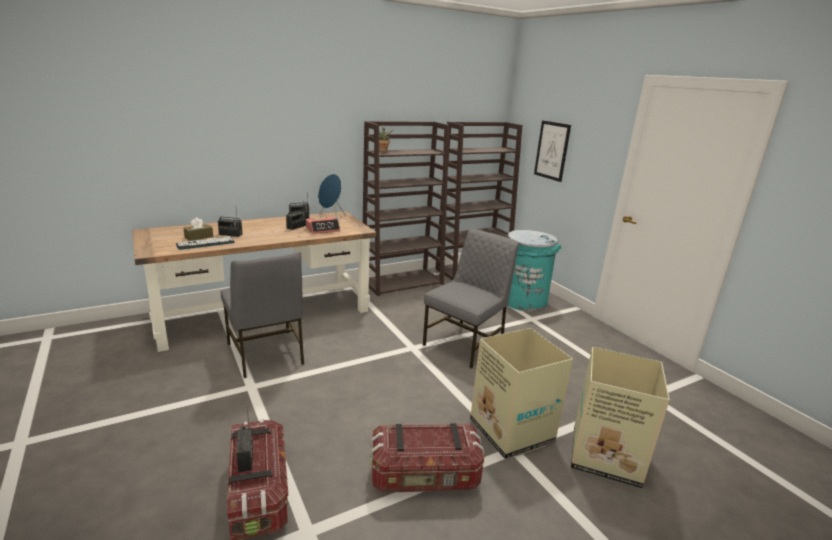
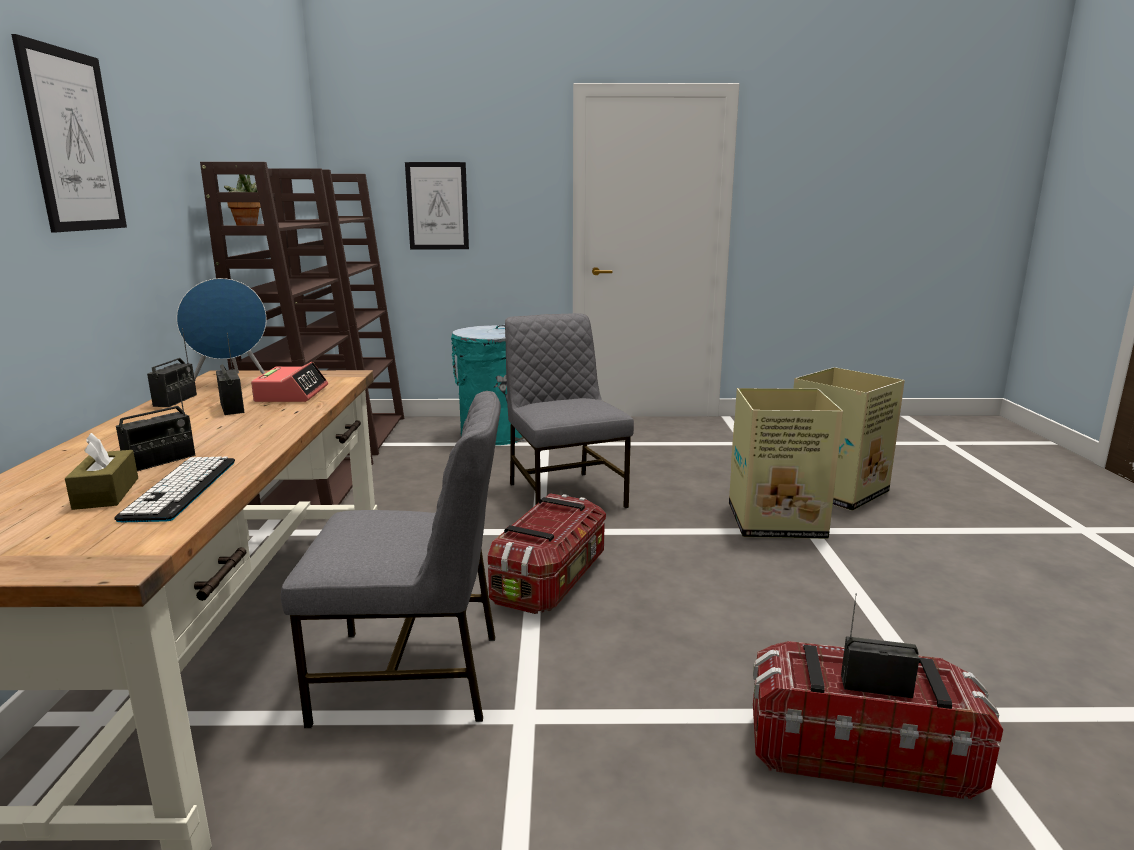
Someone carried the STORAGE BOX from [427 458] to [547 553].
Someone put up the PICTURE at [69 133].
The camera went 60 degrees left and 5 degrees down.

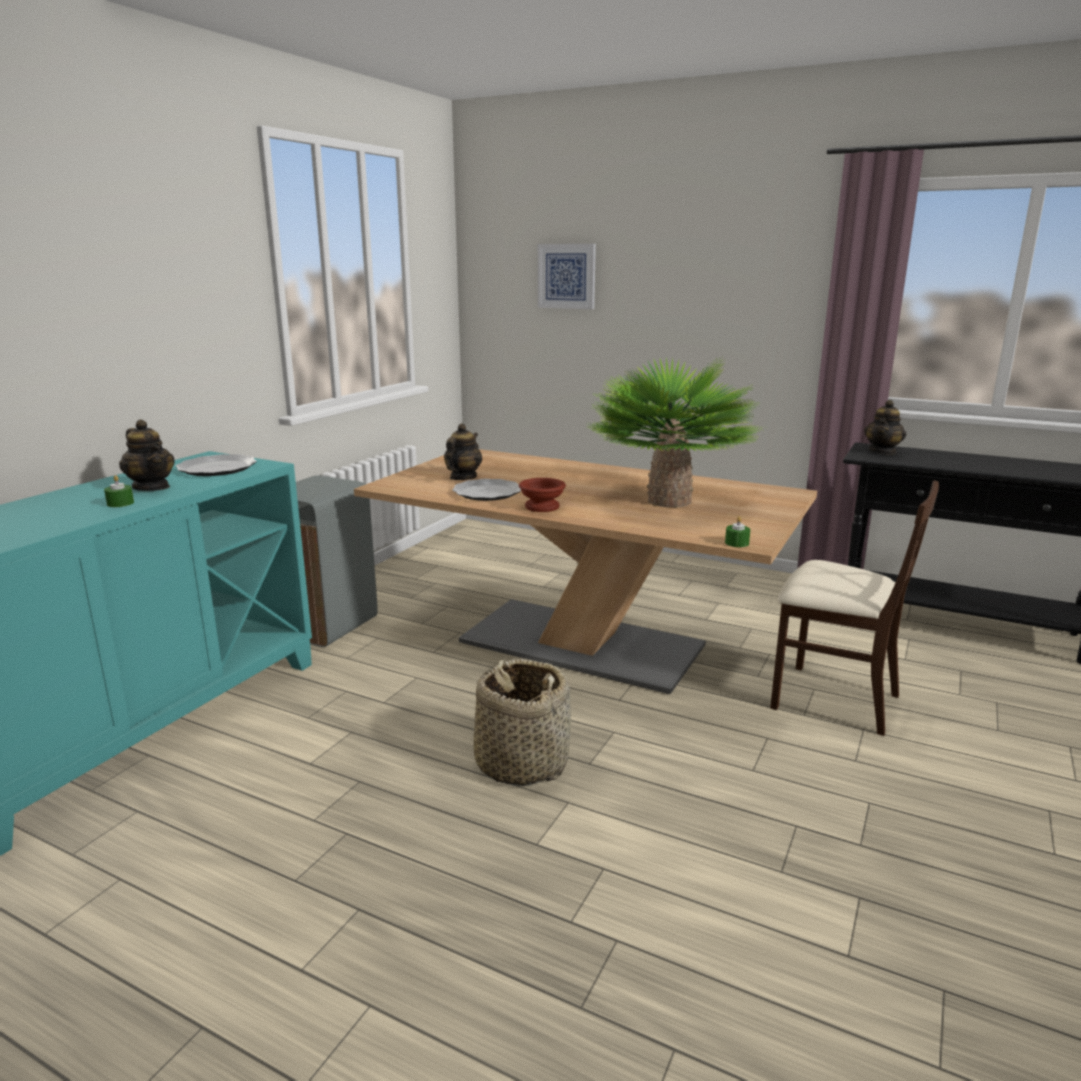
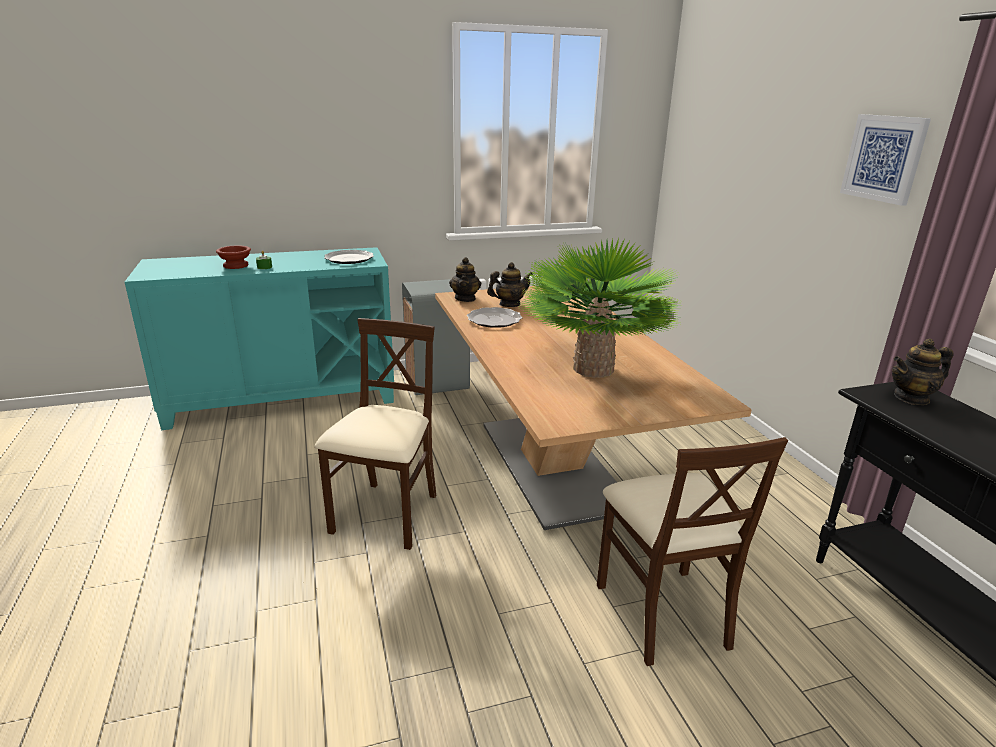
Someone carried the PICTURE from [567 276] to [885 160].
Someone carried the TEAPOT from [147 455] to [465 279].
Someone carried the BROWN BOWL from [542 495] to [233 257].
Someone took away the GREEN CANDLE at [737 531].
Someone swapped the BASKET at [522 722] for the BEIGE CHAIR at [375 434].
The camera went 45 degrees right and 5 degrees up.

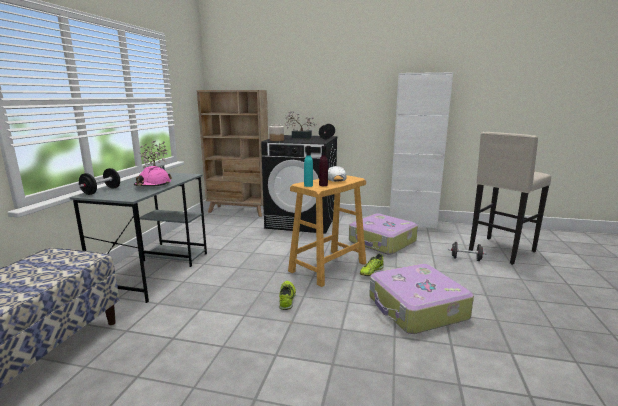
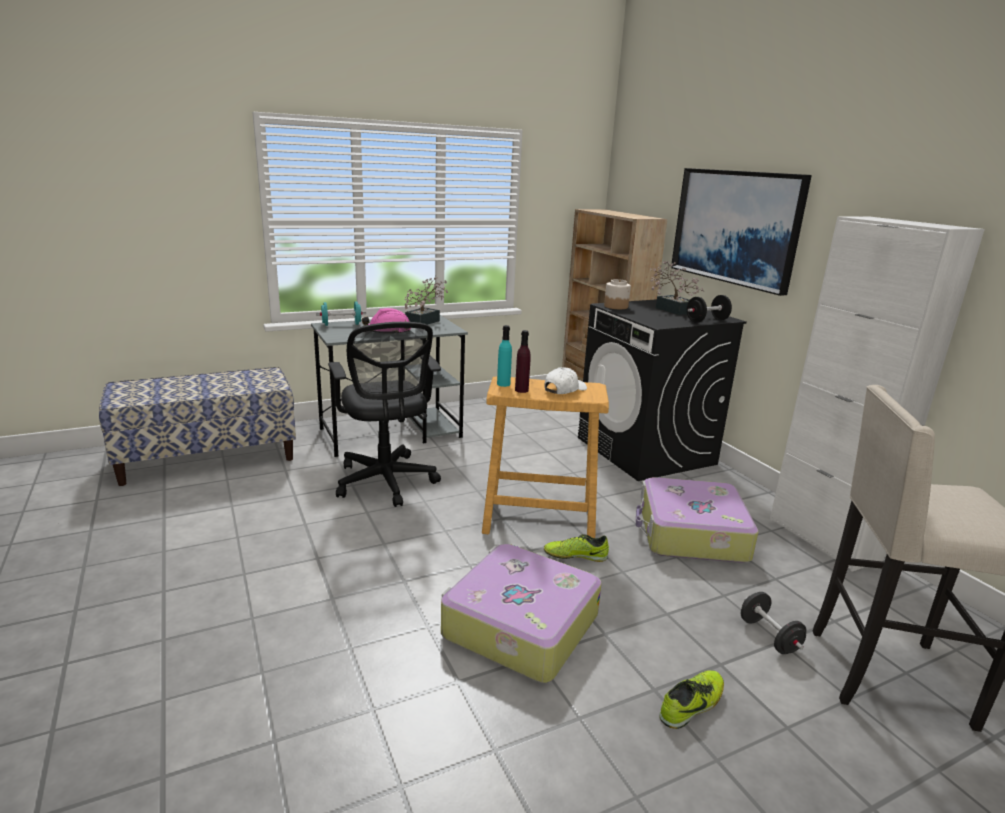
Someone repainted the BLACK DUMBBELL at [99 181], which became the TURQUOISE DUMBBELL at [341 313].
Someone carried the SHOE from [287 295] to [691 699].
Someone put up the PICTURE at [741 232].
Someone put down the BLACK OFFICE CHAIR at [384 414].
The camera went 50 degrees right and 5 degrees up.

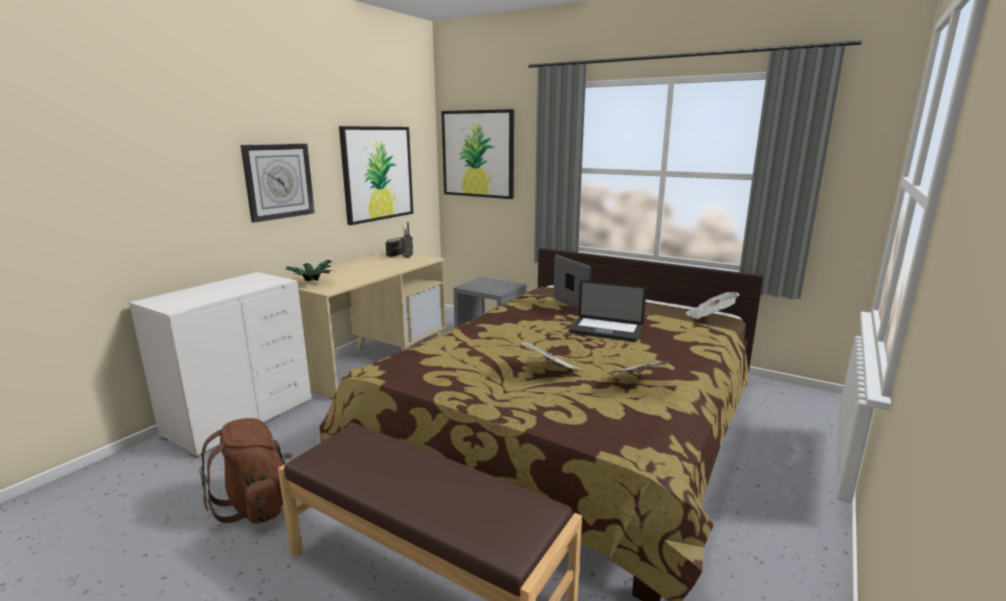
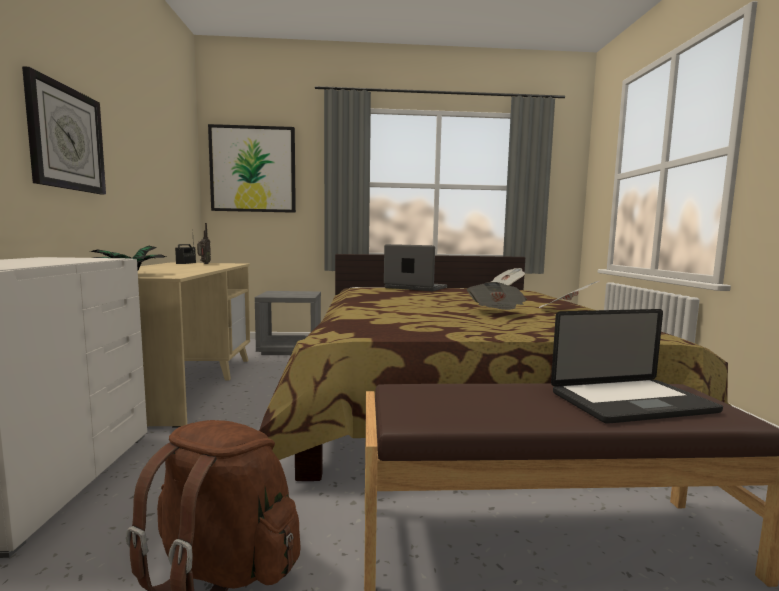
Someone took away the PICTURE at [376 175].
Someone carried the LAPTOP from [607 311] to [637 366].
The camera went 35 degrees left and 10 degrees down.

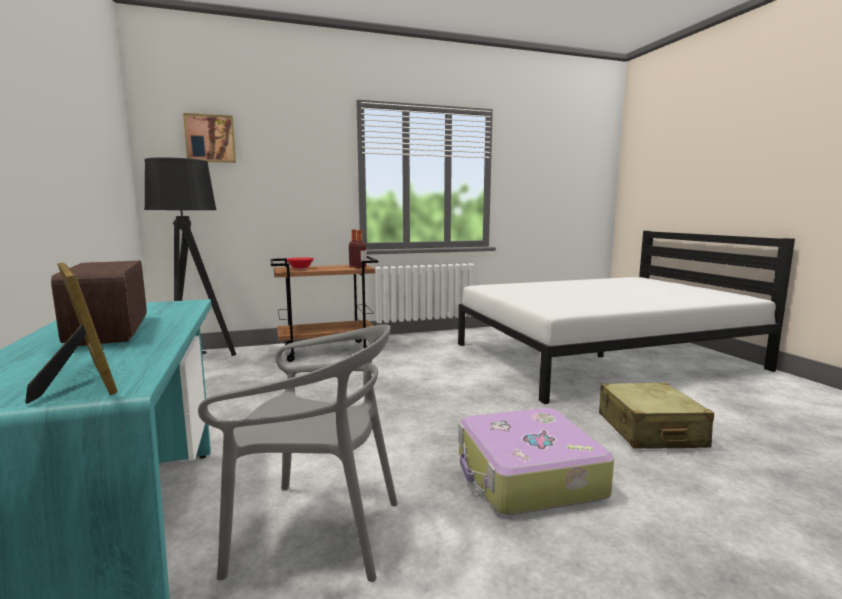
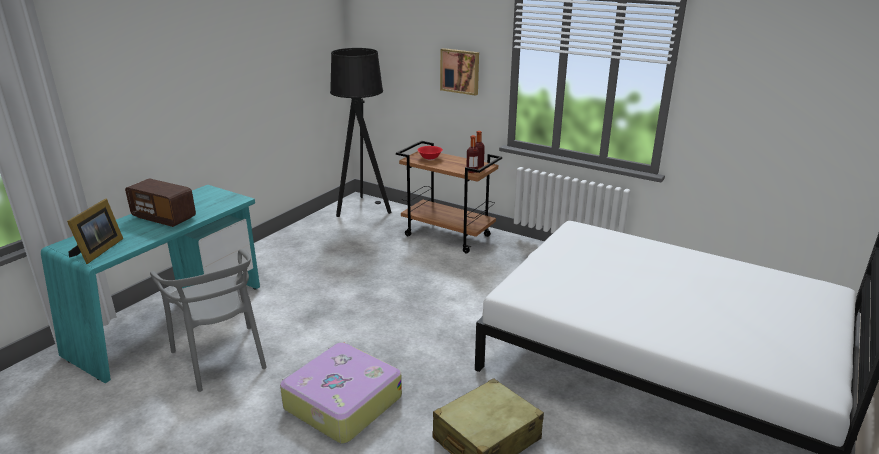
Someone carried the PICTURE from [209 138] to [459 72].
Someone rotated the RADIO at [99 303] by 90 degrees counterclockwise.
The camera went 50 degrees right and 15 degrees up.

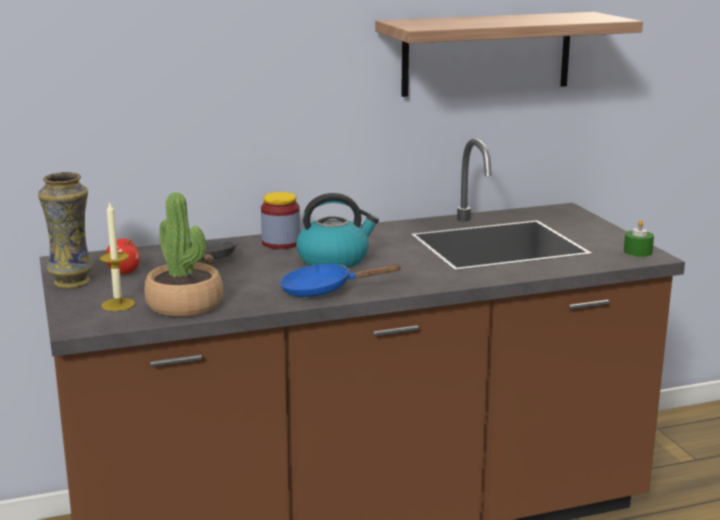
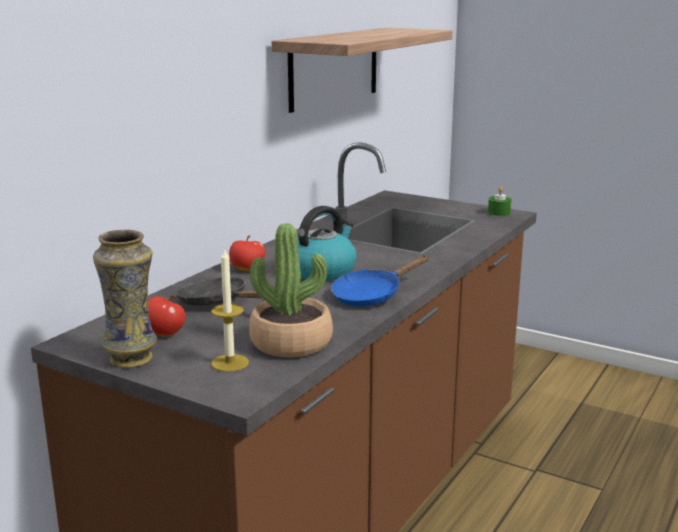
Someone swapped the JAR at [280 220] for the APPLE at [247 253].
The camera went 40 degrees left and 0 degrees up.

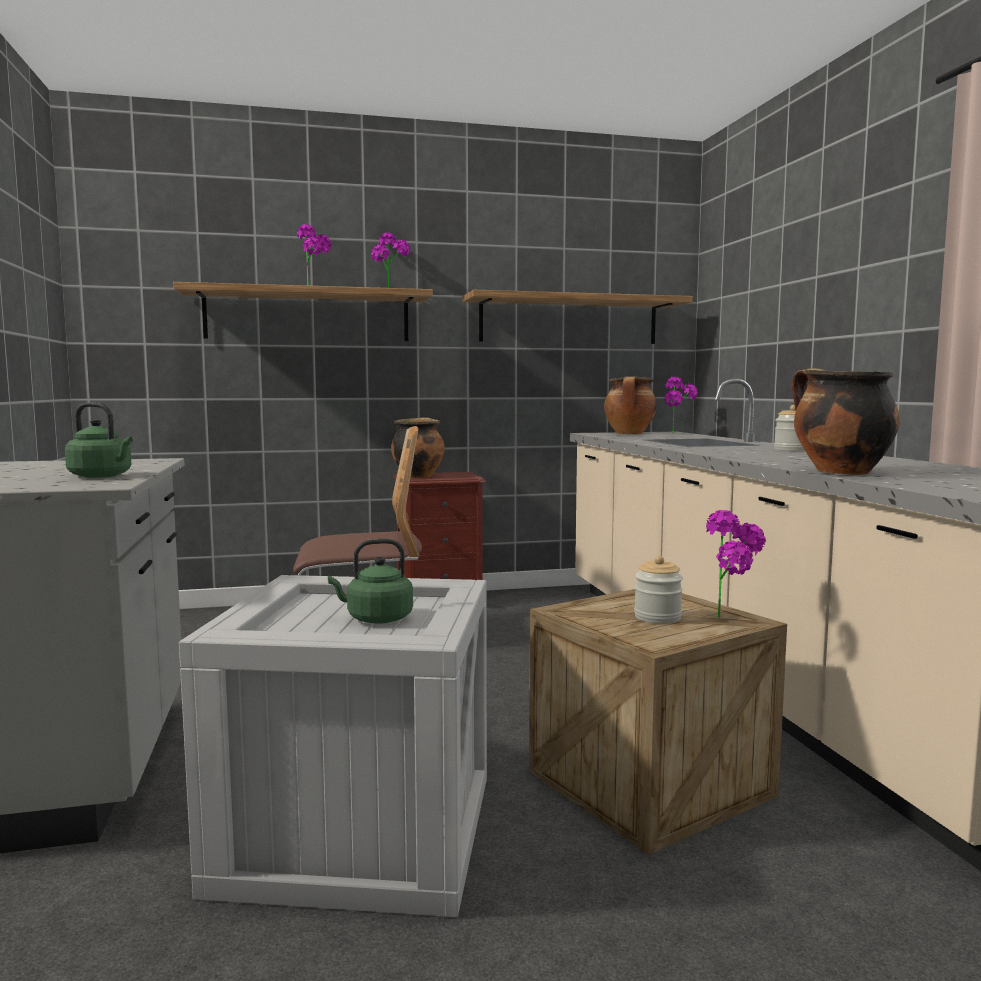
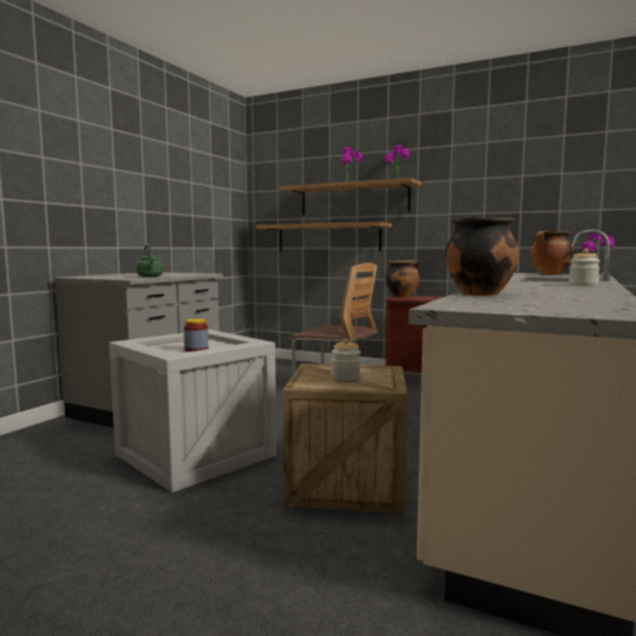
Someone carried the SHELF from [578 317] to [324 237].
Someone took away the POTTED PLANT at [736 564].
Someone swapped the GREEN KETTLE at [370 581] for the JAR at [196 335].
The camera went 40 degrees right and 0 degrees up.

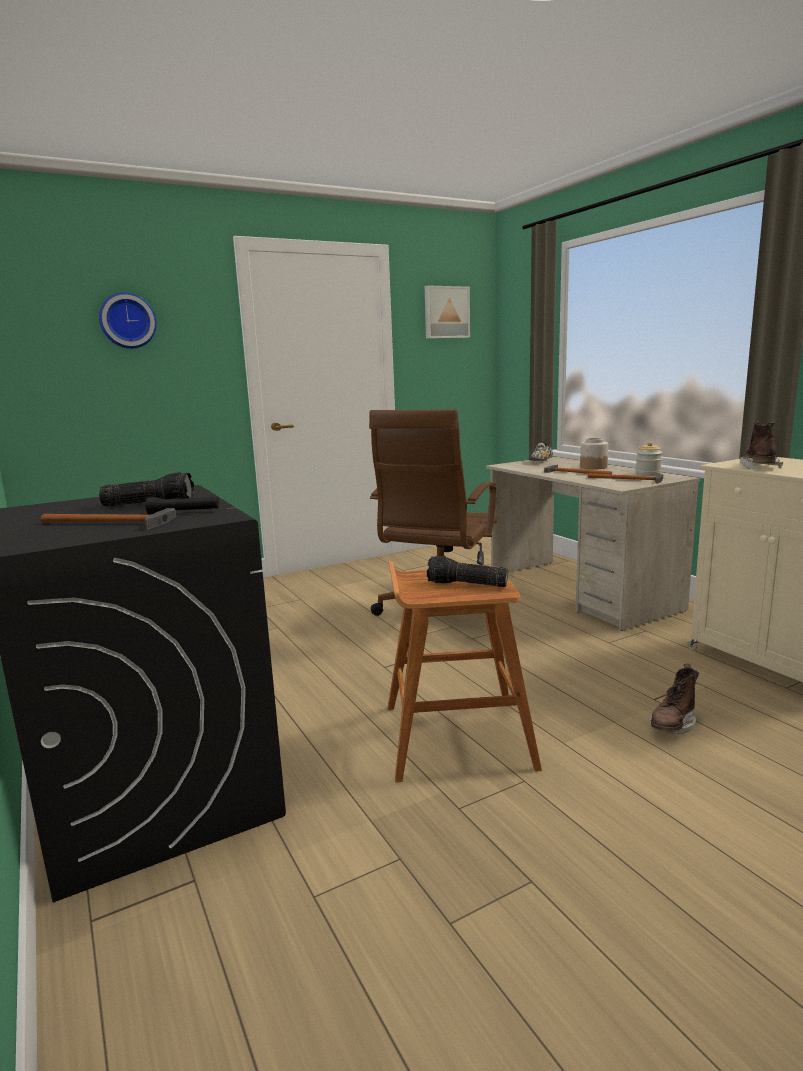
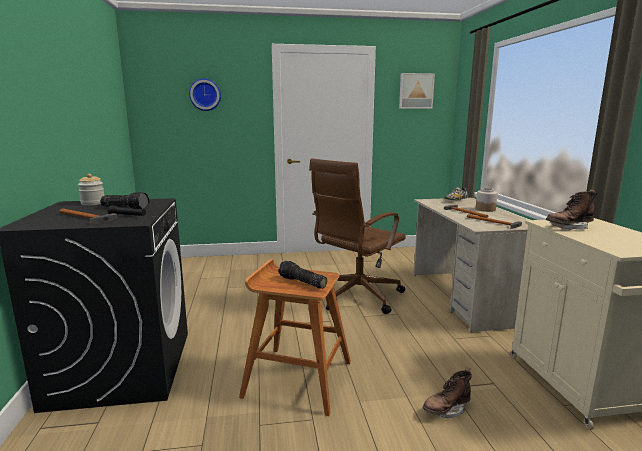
Someone rotated the BROWN BOOT at [761 444] by 150 degrees counterclockwise.
Someone carried the JAR from [649 459] to [91 189].
The camera went 20 degrees right and 0 degrees up.

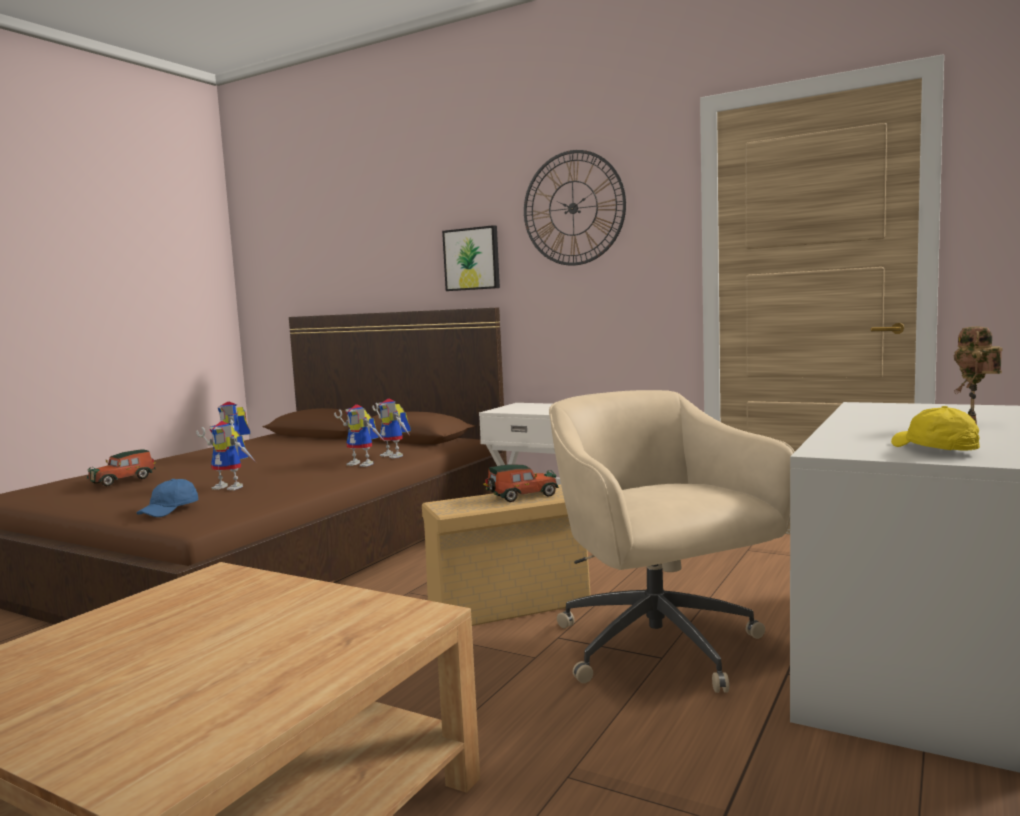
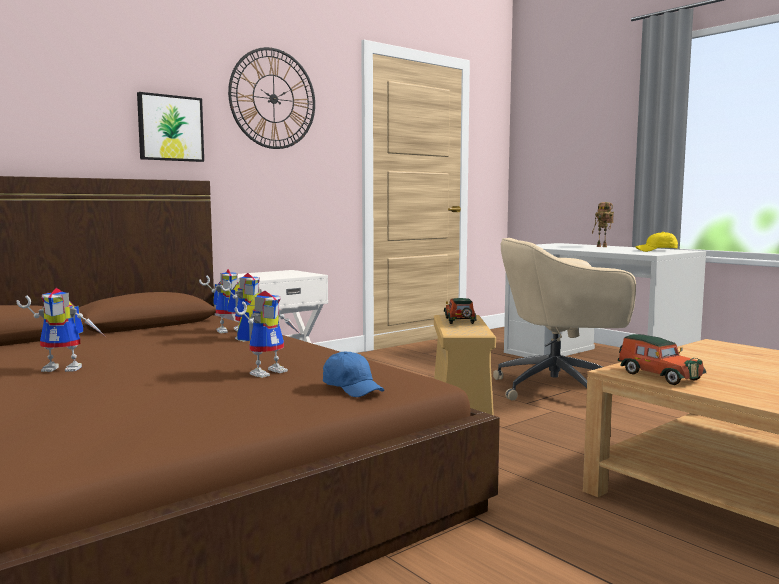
Someone carried the TOY CAR from [121 467] to [662 359].
The camera went 70 degrees left and 0 degrees up.

